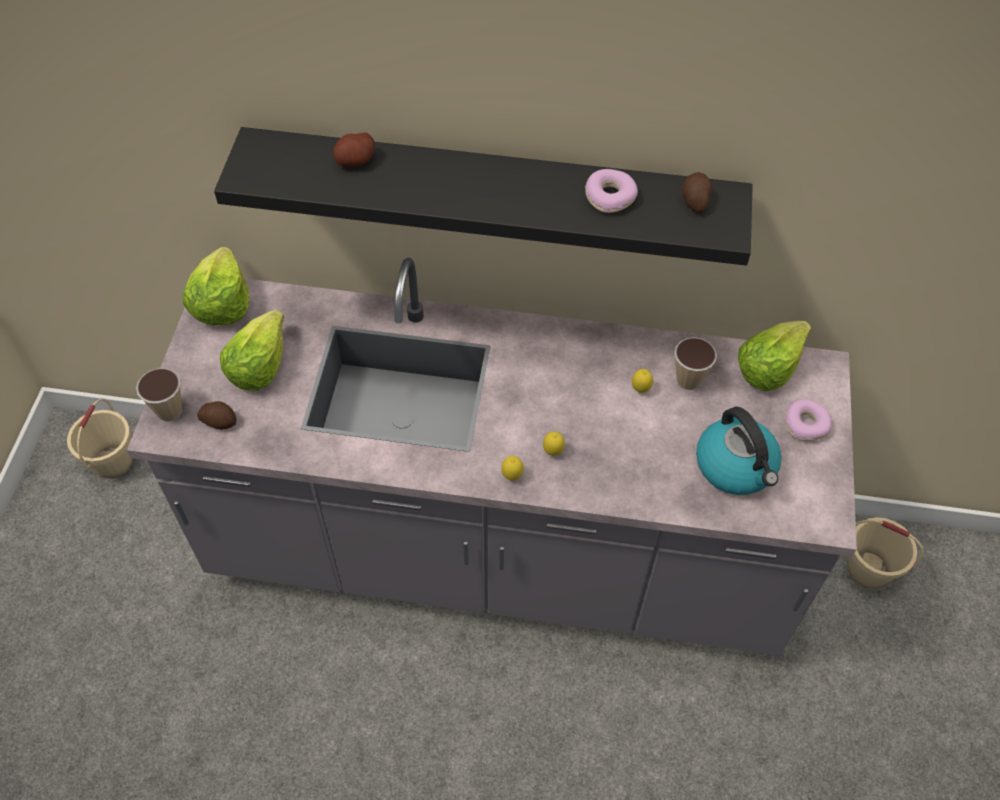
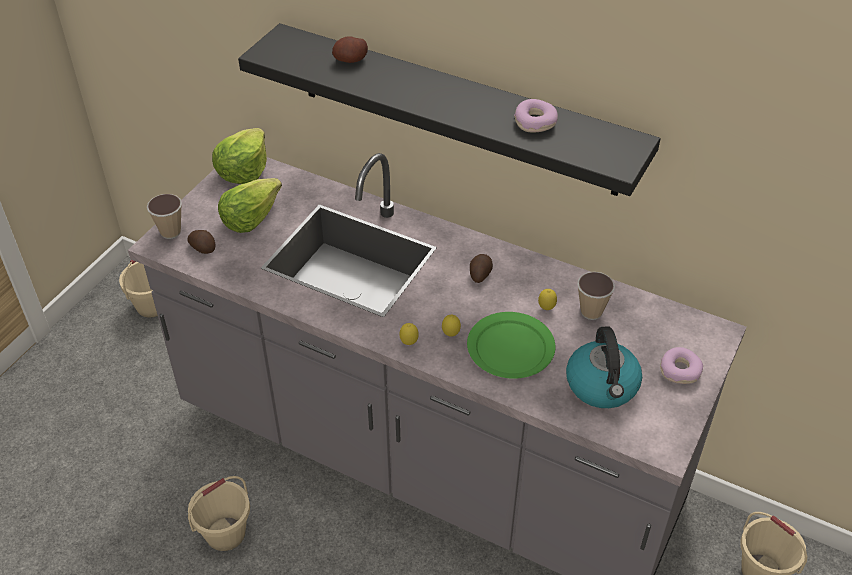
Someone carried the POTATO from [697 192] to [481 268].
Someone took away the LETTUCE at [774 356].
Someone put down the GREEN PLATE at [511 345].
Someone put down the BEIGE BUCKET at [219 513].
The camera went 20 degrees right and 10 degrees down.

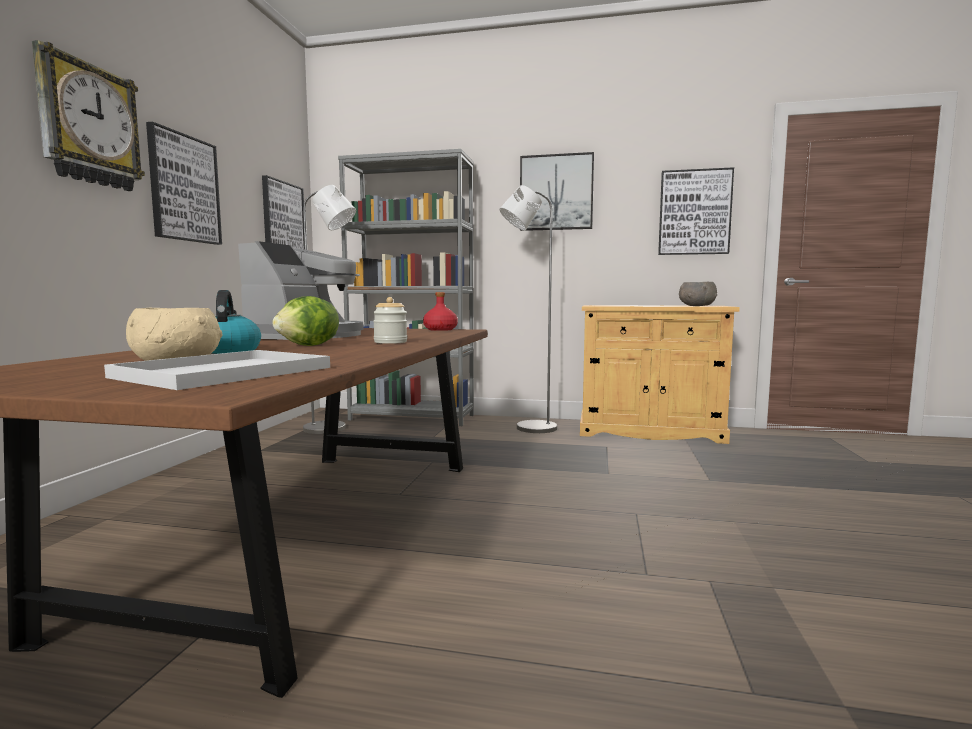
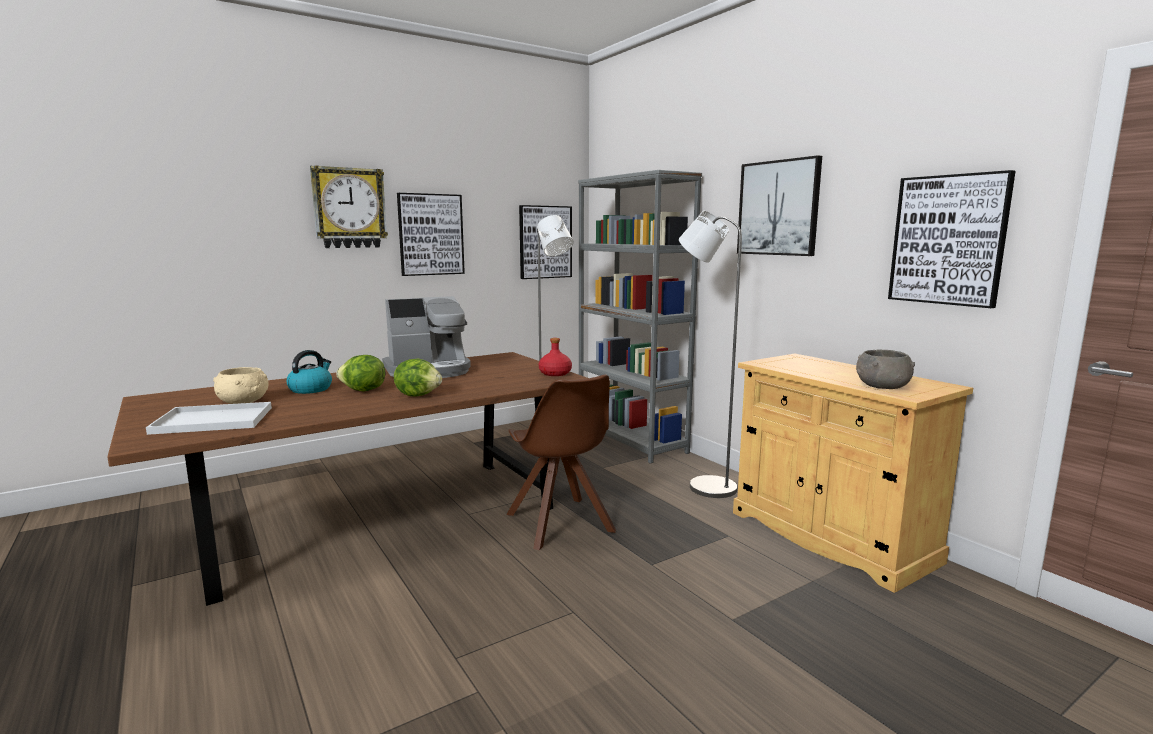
Someone swapped the JAR at [390 320] for the LETTUCE at [418 377].
Someone put down the BROWN CHAIR at [561 462].
The camera went 45 degrees right and 5 degrees up.

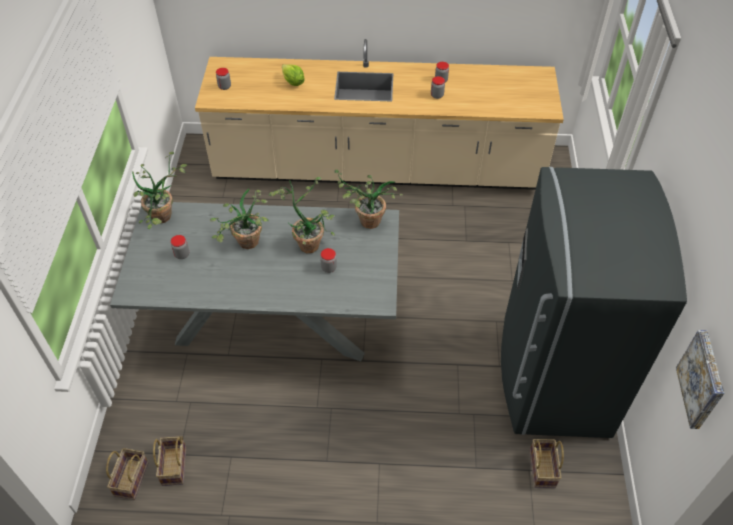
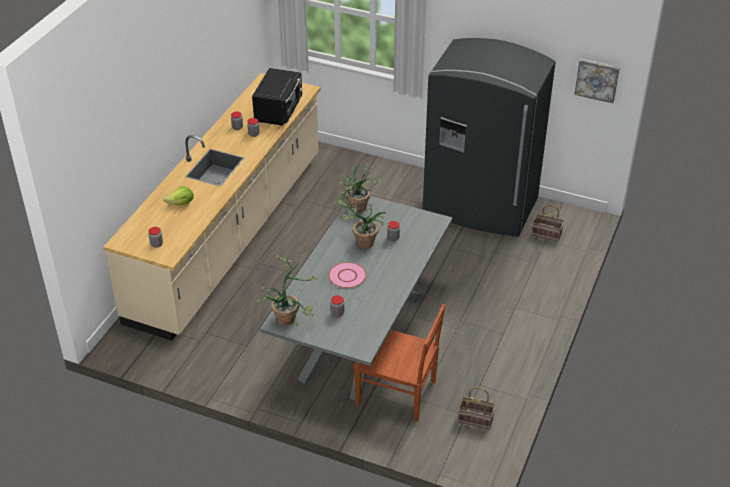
Someone swapped the POTTED PLANT at [239 218] for the PINK PLATE at [347 275].
Someone took away the BASKET at [127 474].
Someone put down the BLACK MICROWAVE at [277 97].
Someone put down the BROWN CHAIR at [399 363].
The camera went 70 degrees left and 10 degrees down.

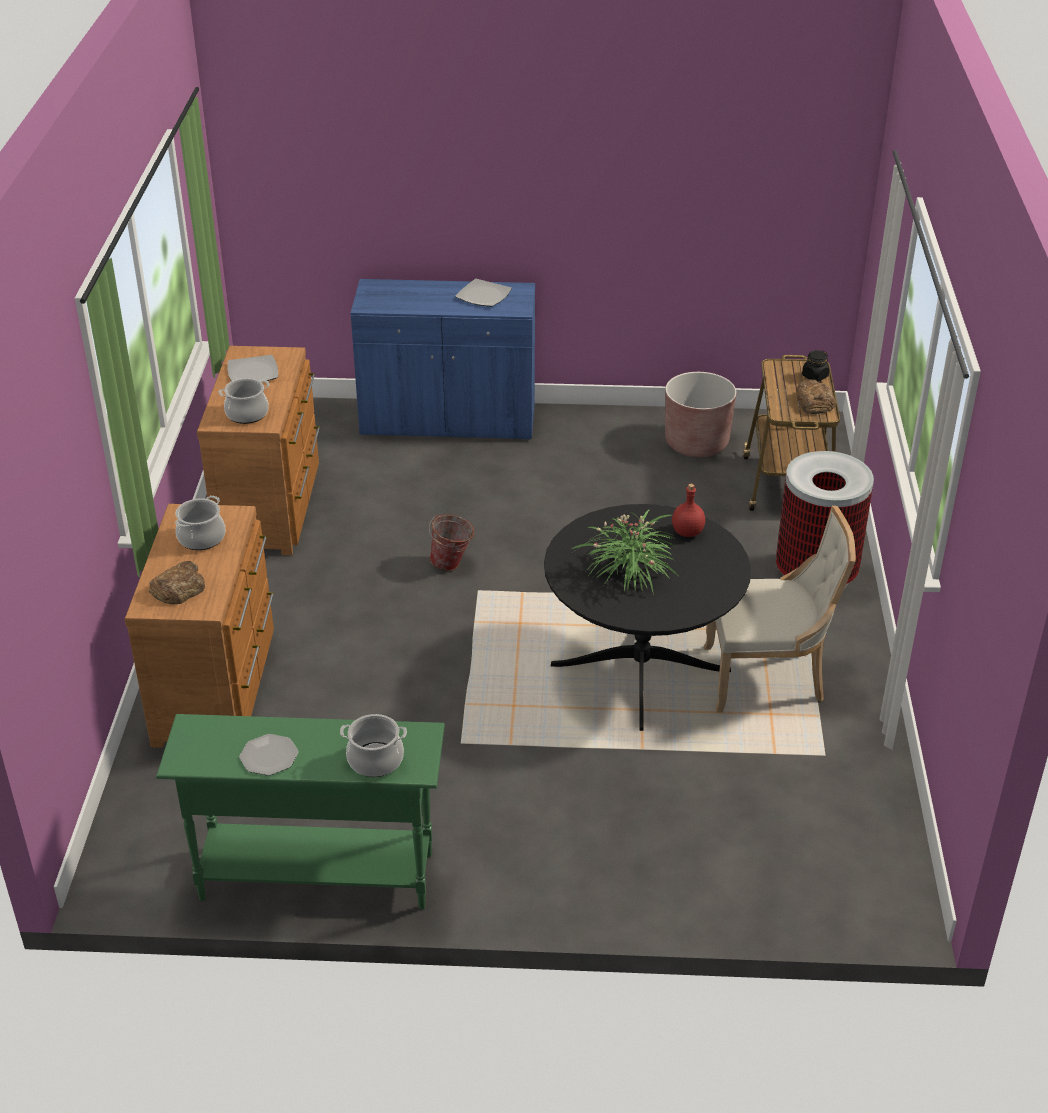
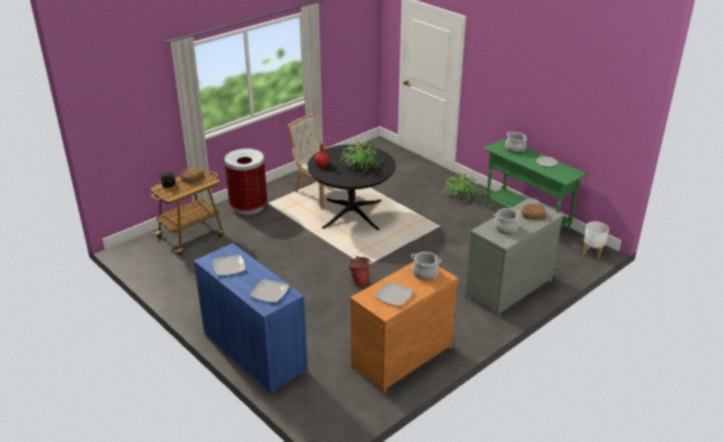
Someone took away the BROWN PLANTER at [701 414].
Someone repainted the BROWN DRESSER at [199 626], which became the GREY DRESSER at [514 258].
Someone put down the POTTED PLANT at [460 186].
Someone put down the WHITE PLANTER at [596 240].
Someone put down the PLATE at [269 291].
The camera went 135 degrees left and 5 degrees down.

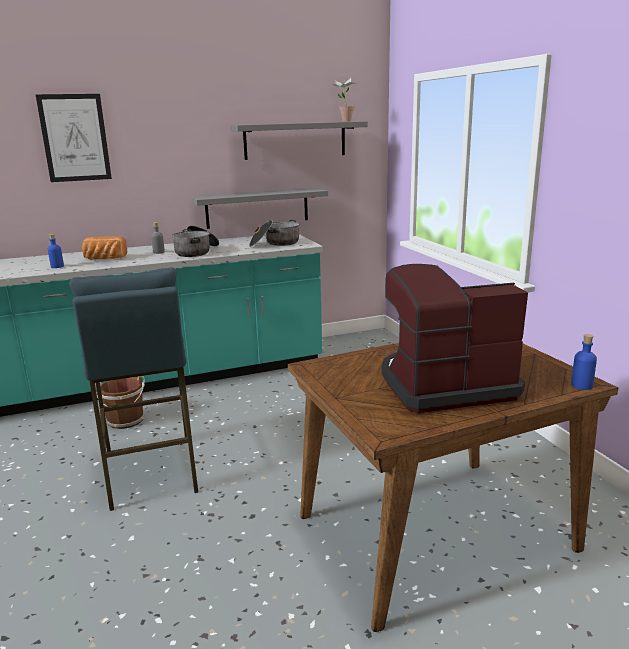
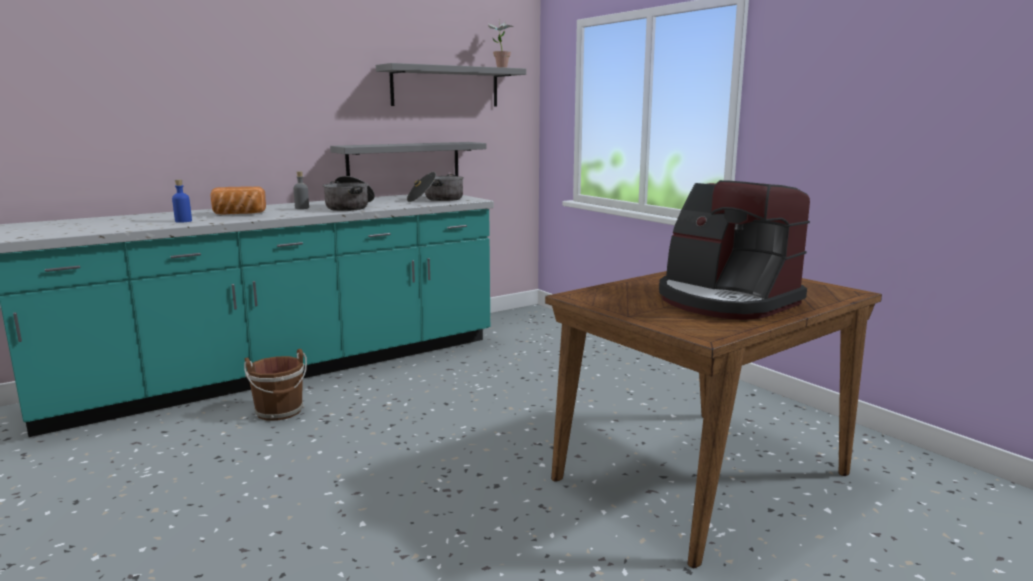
Someone took away the PICTURE at [74 138].
Someone rotated the COFFEE MACHINE at [455 338] by 105 degrees counterclockwise.
Someone took away the BLUE STOOL at [134 389].
Someone took away the BLUE BOTTLE at [584 362].
The camera went 15 degrees left and 5 degrees down.

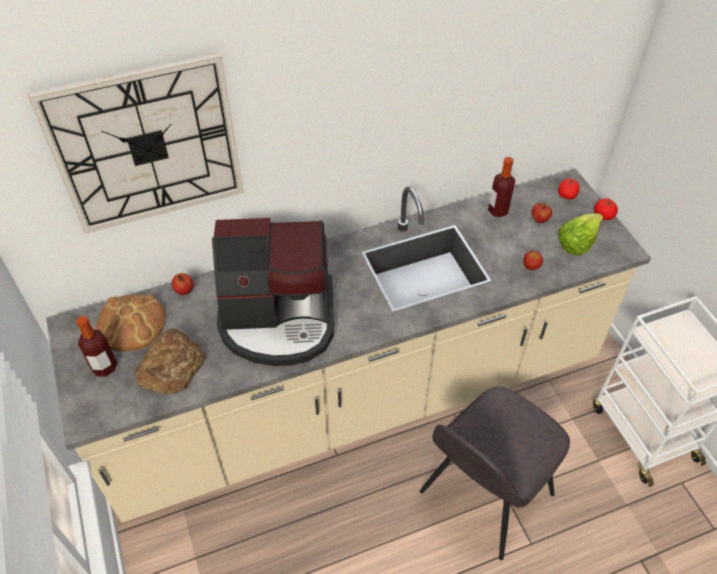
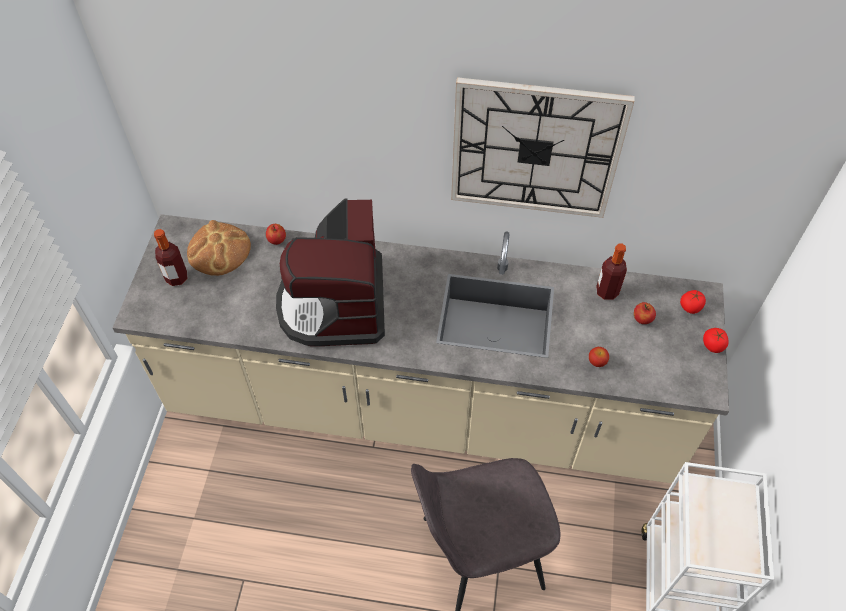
Someone carried the WALL CLOCK from [136 143] to [543 147].
Someone took away the LETTUCE at [580 234].
Someone rotated the COFFEE MACHINE at [273 292] by 60 degrees clockwise.
Someone took away the BREAD at [169 361].
The camera went 30 degrees right and 5 degrees up.

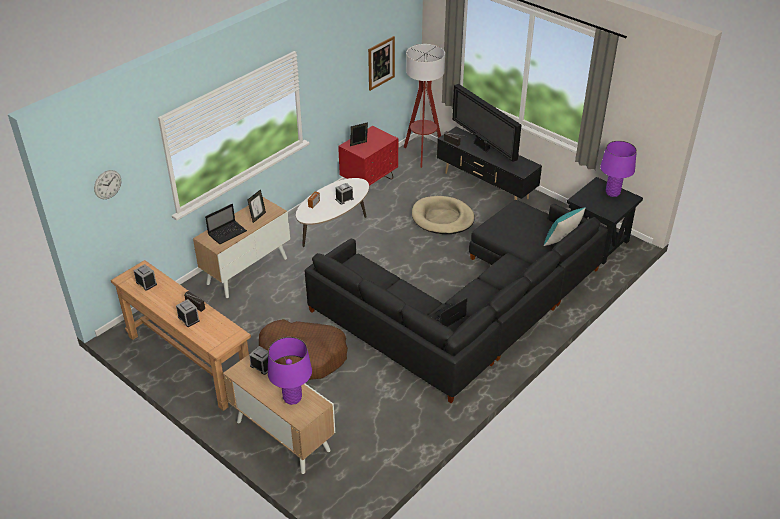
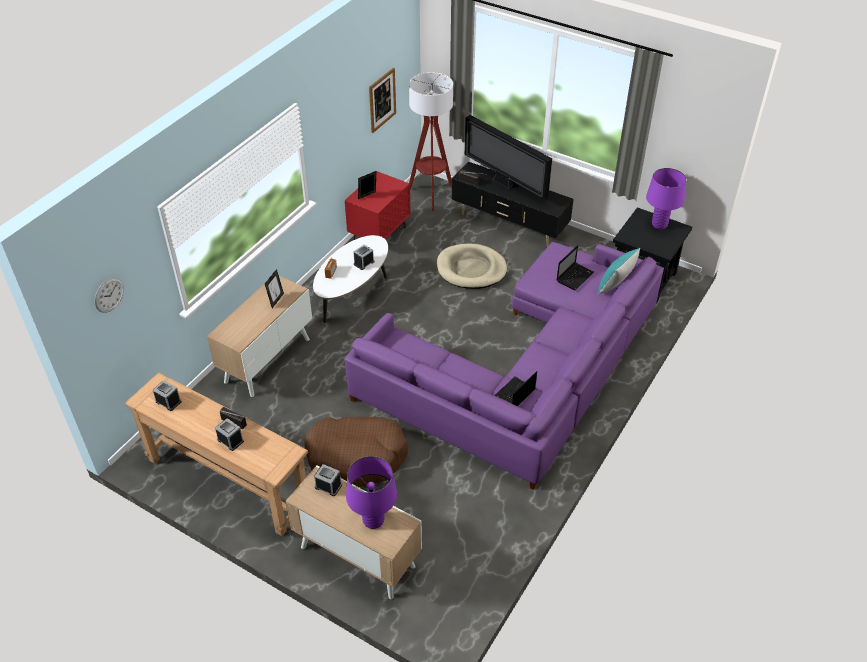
Someone repainted the BLACK SOFA at [456 301], which became the PURPLE SOFA at [504 366].
Someone carried the LAPTOP from [226 224] to [575 267].
The camera went 10 degrees left and 5 degrees up.

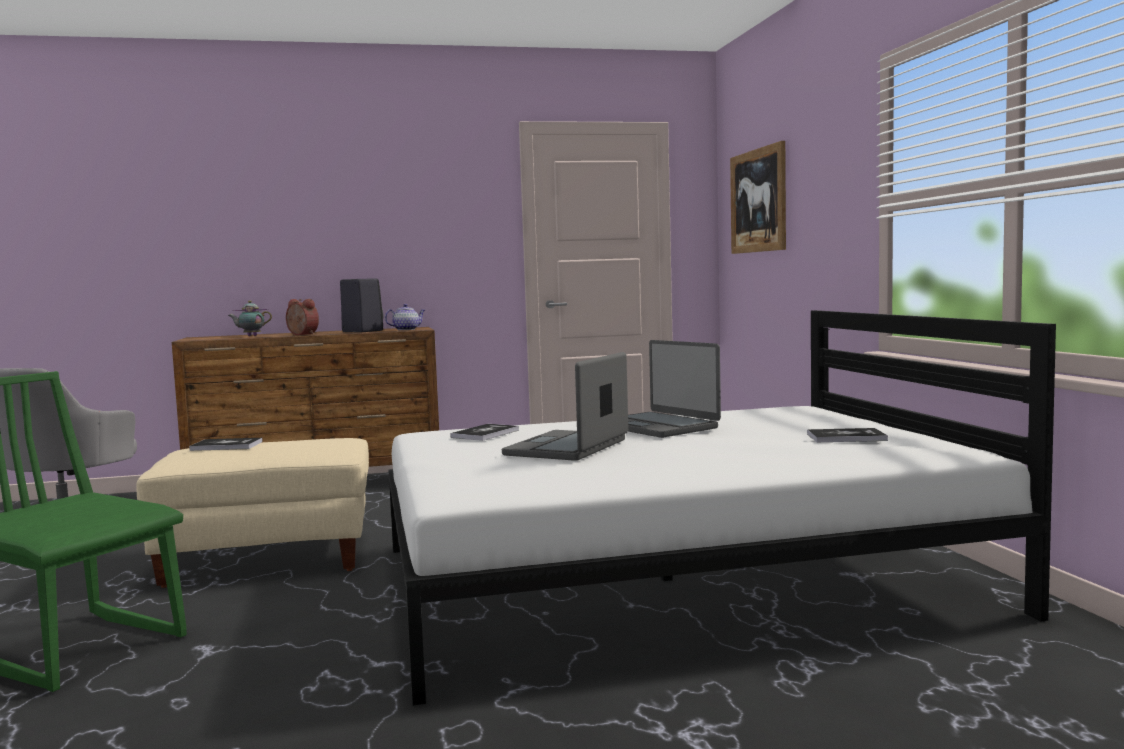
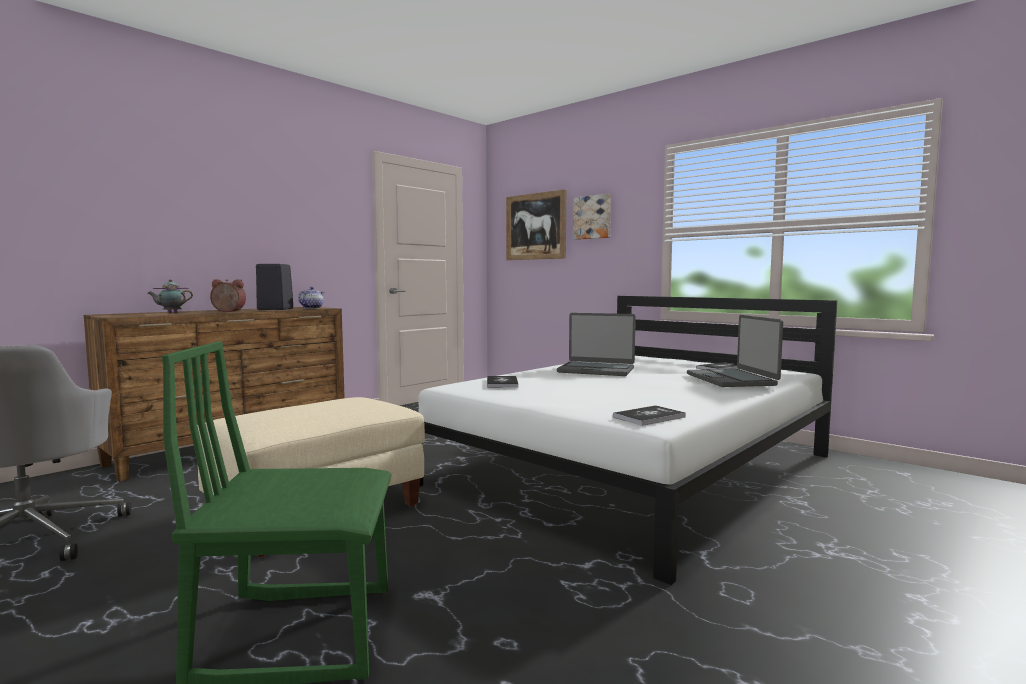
Someone carried the LAPTOP from [565 406] to [735 351].
Someone carried the BOOK from [225 444] to [649 415].
Someone put up the PICTURE at [592 217].
The camera went 35 degrees left and 0 degrees up.

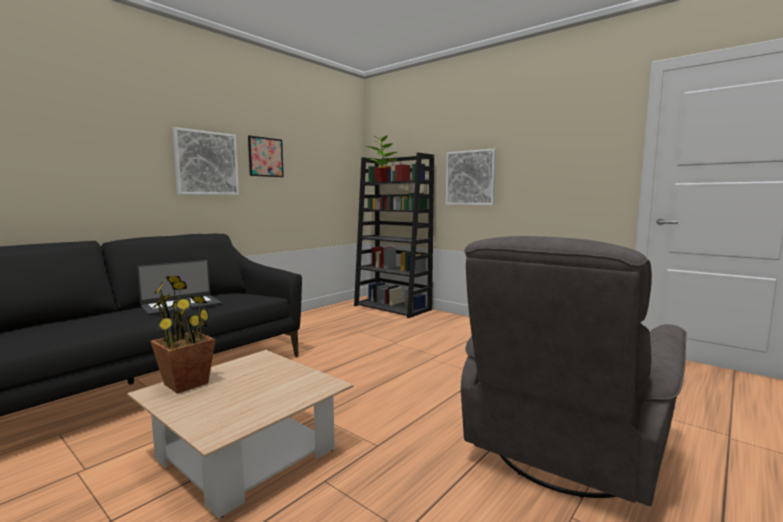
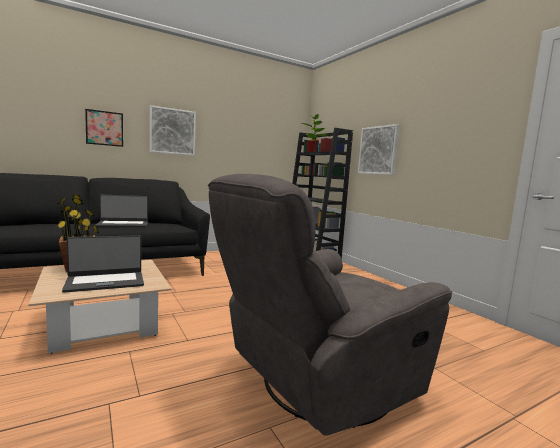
Someone carried the PICTURE from [266 156] to [104 128].
Someone put down the LAPTOP at [103 264].
The camera went 20 degrees right and 0 degrees up.

